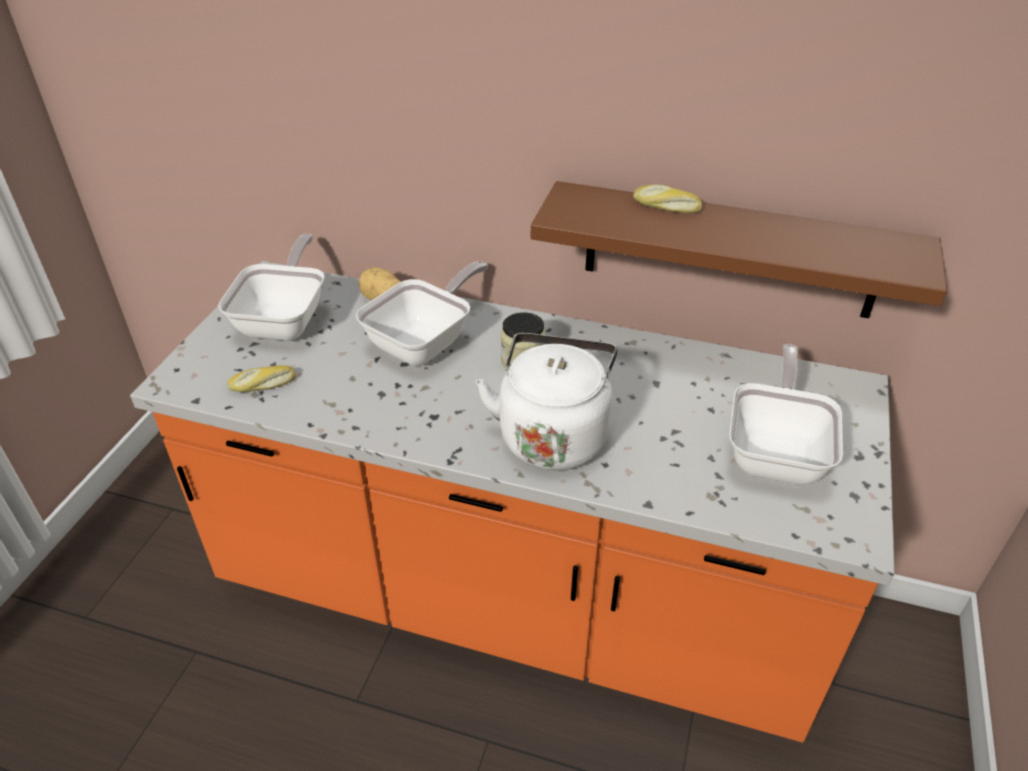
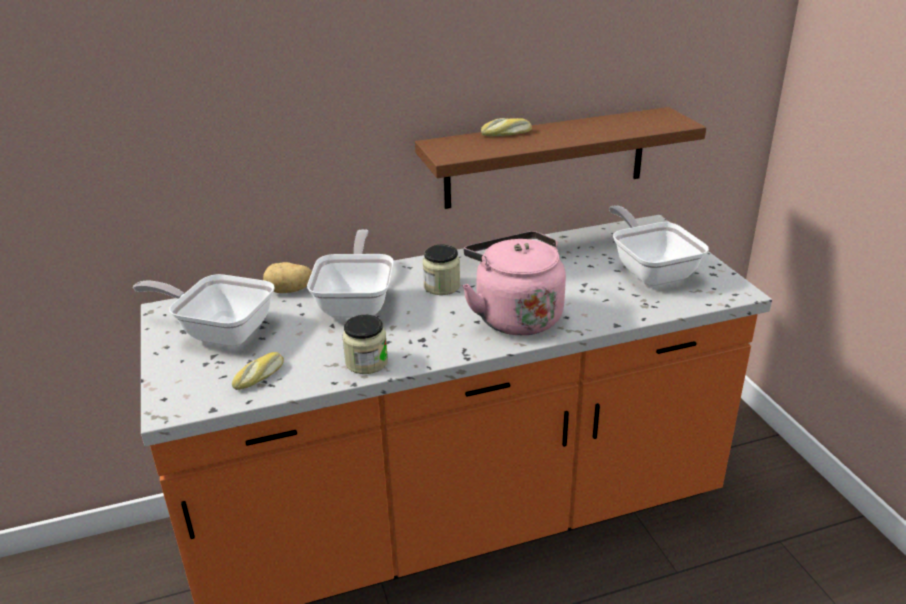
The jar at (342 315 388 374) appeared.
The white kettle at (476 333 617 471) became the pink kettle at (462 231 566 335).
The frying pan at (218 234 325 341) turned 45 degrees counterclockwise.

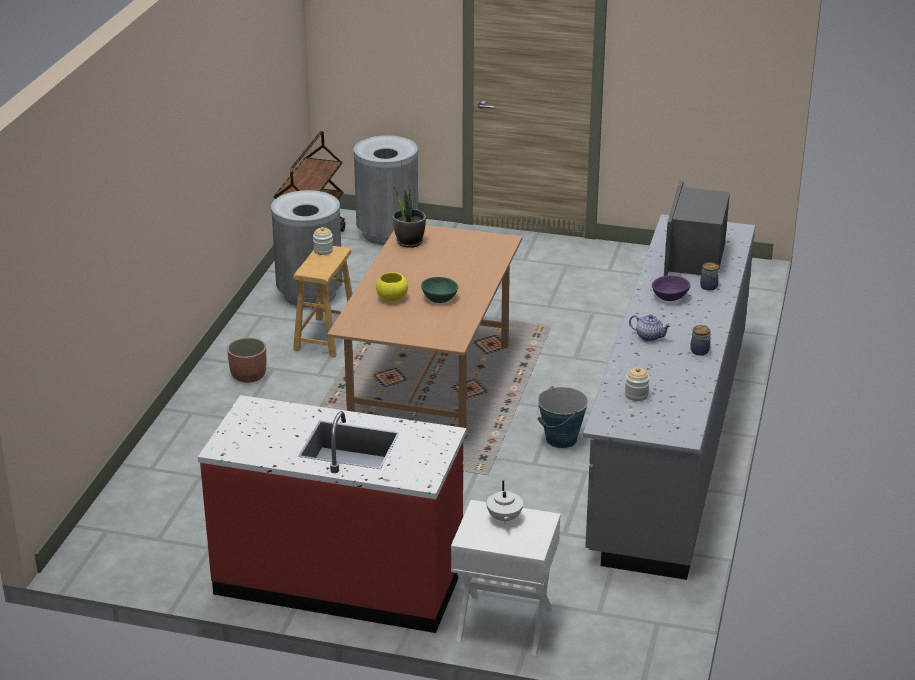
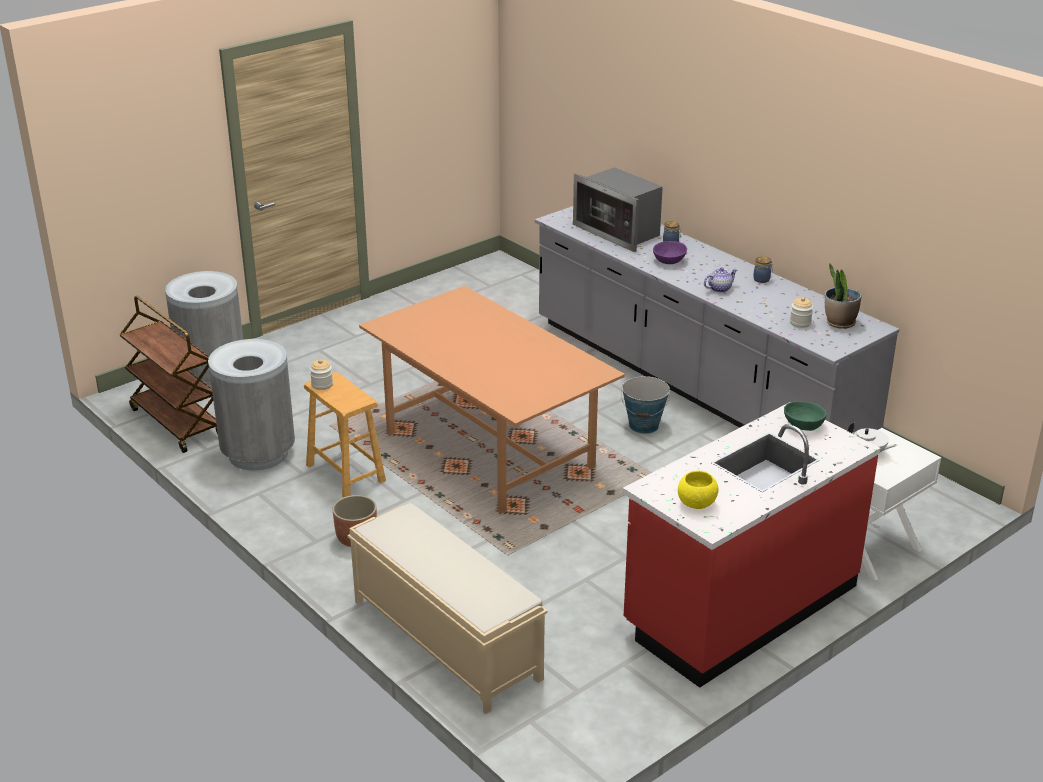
The beige bench at (347 503 547 714) appeared.
The yellow bowl moved from (376 272 408 302) to (678 470 718 509).
The potted plant moved from (393 183 426 248) to (825 263 861 329).
The green bowl moved from (421 277 458 303) to (784 401 827 431).

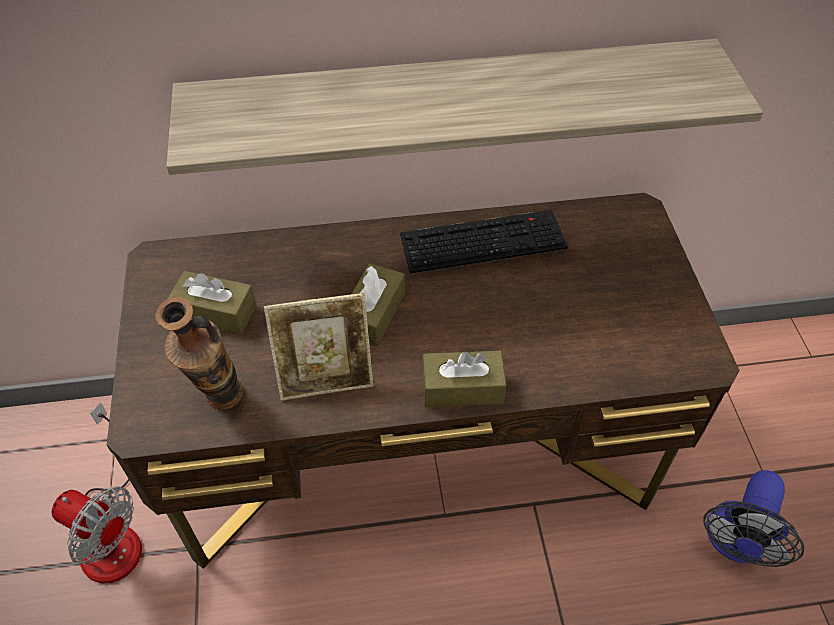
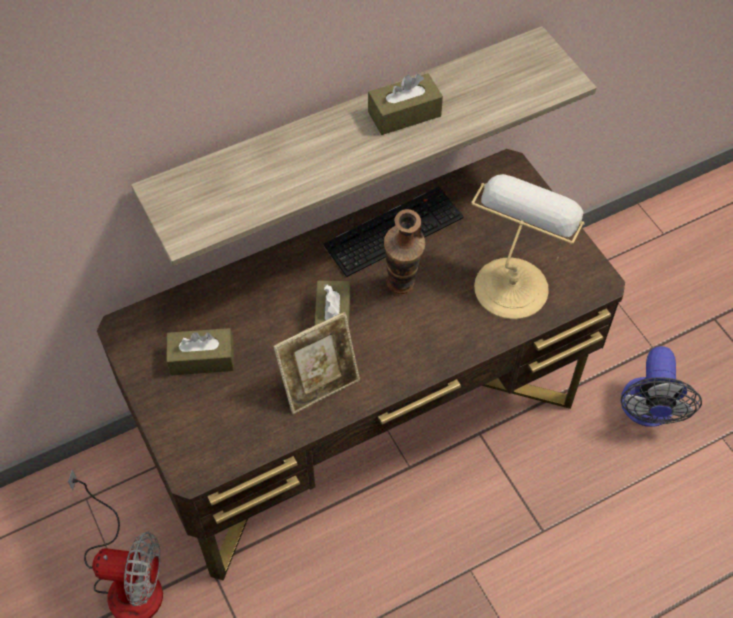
The table lamp at (471 174 585 319) appeared.
The vase moved from (155 297 243 410) to (384 209 425 294).
The brown tissue box moved from (422 351 506 407) to (368 73 443 135).

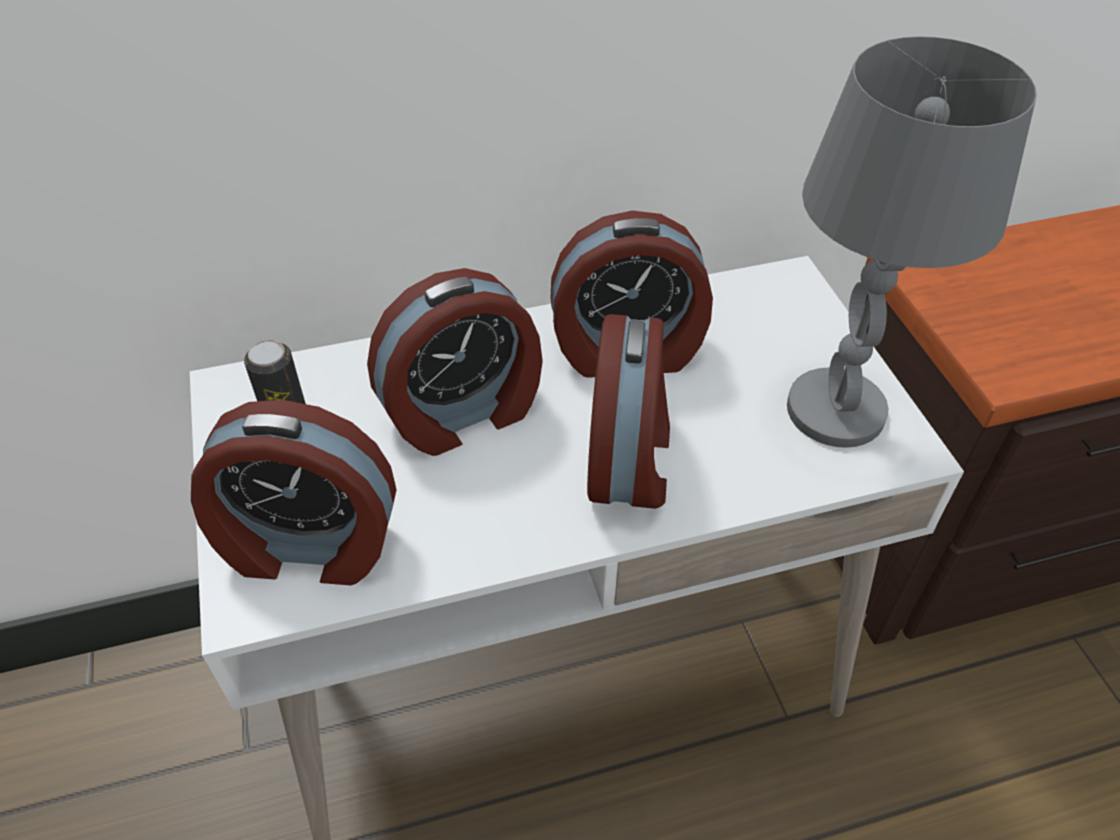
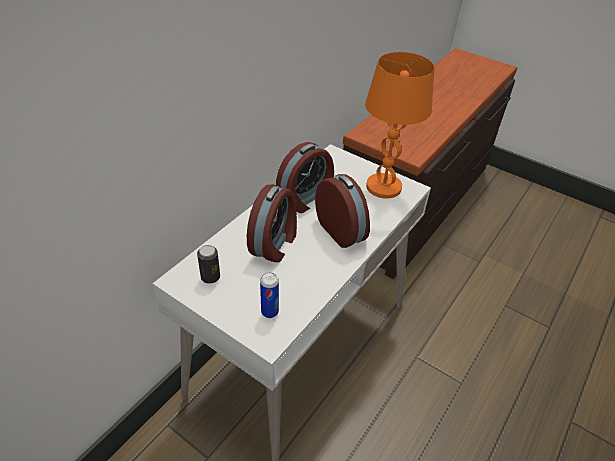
The alarm clock at (191 400 396 585) was replaced by the can at (260 272 279 318).
The grey table lamp at (787 36 1037 448) became the orange table lamp at (365 52 434 199).

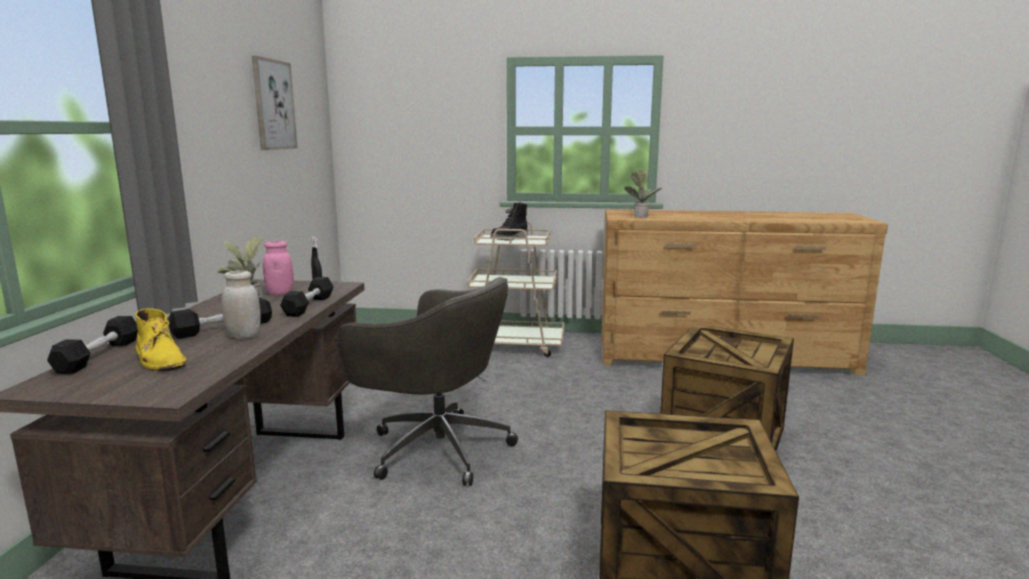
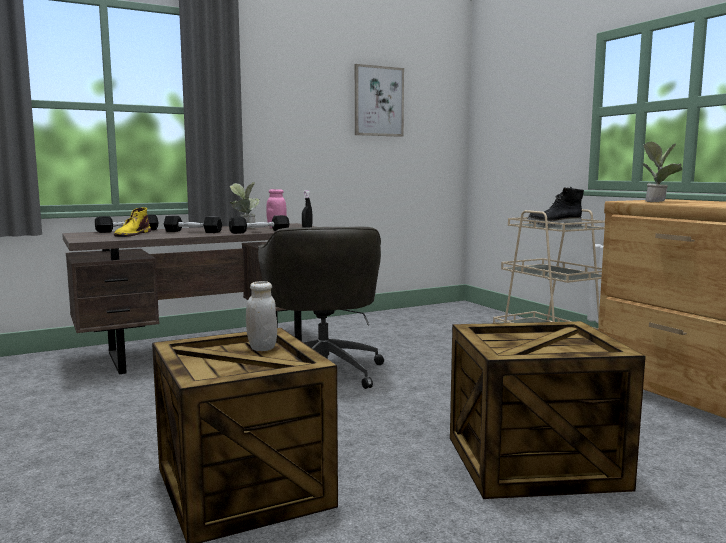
The white jar moved from (222 270 261 339) to (246 281 277 351).

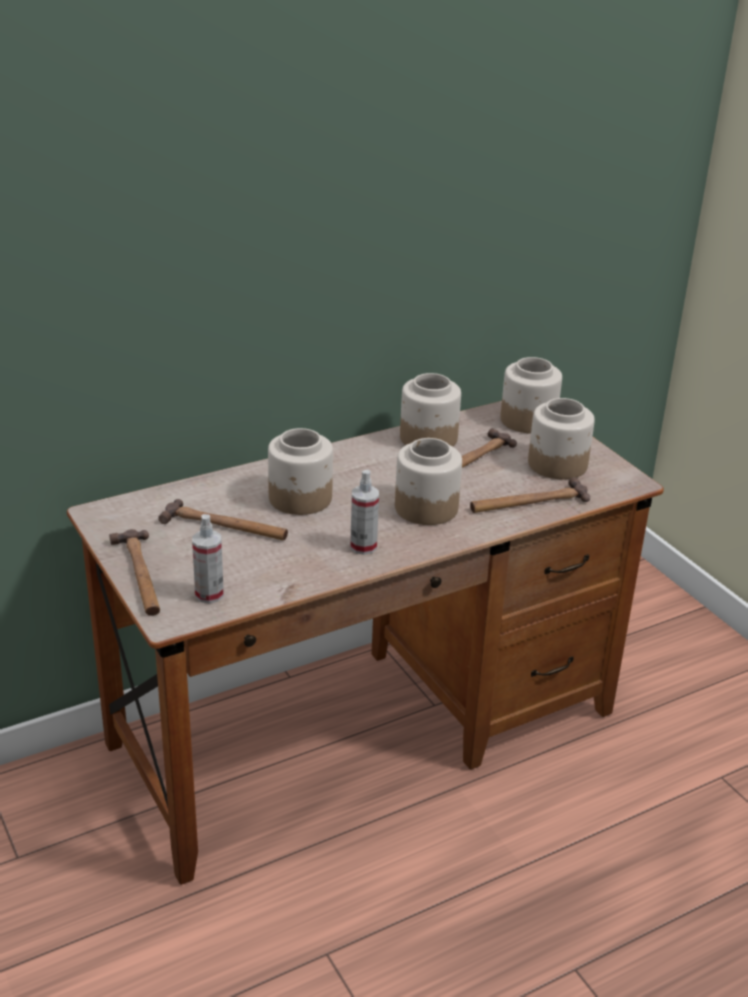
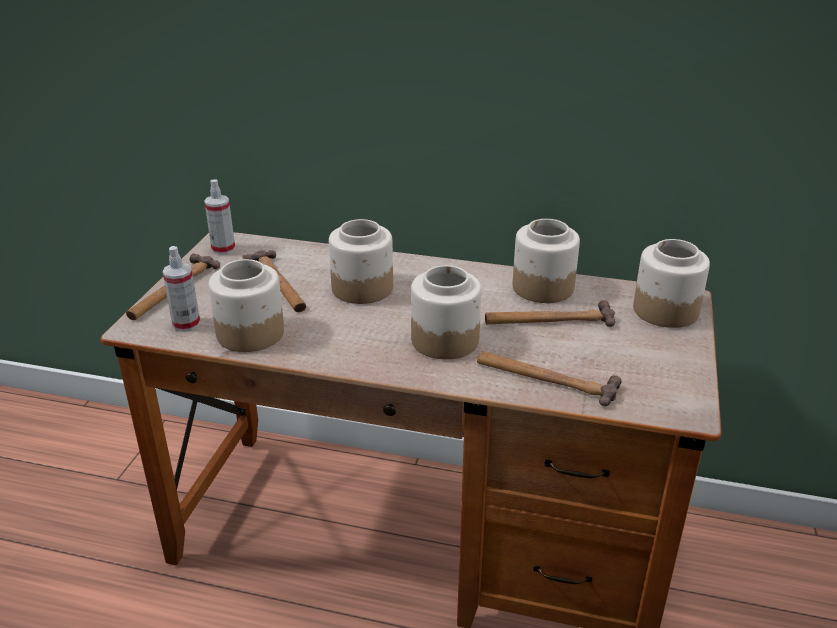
The spray bottle moved from (350 470 379 555) to (204 179 235 255).
The jar moved from (528 398 595 479) to (208 259 284 352).

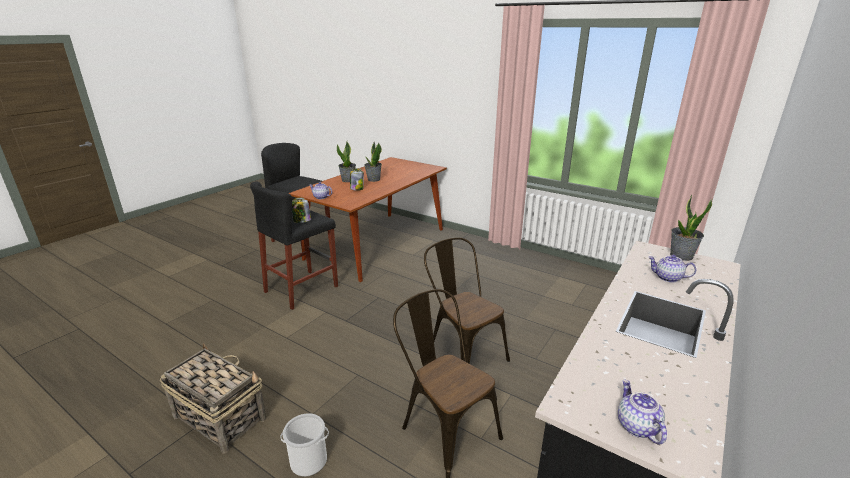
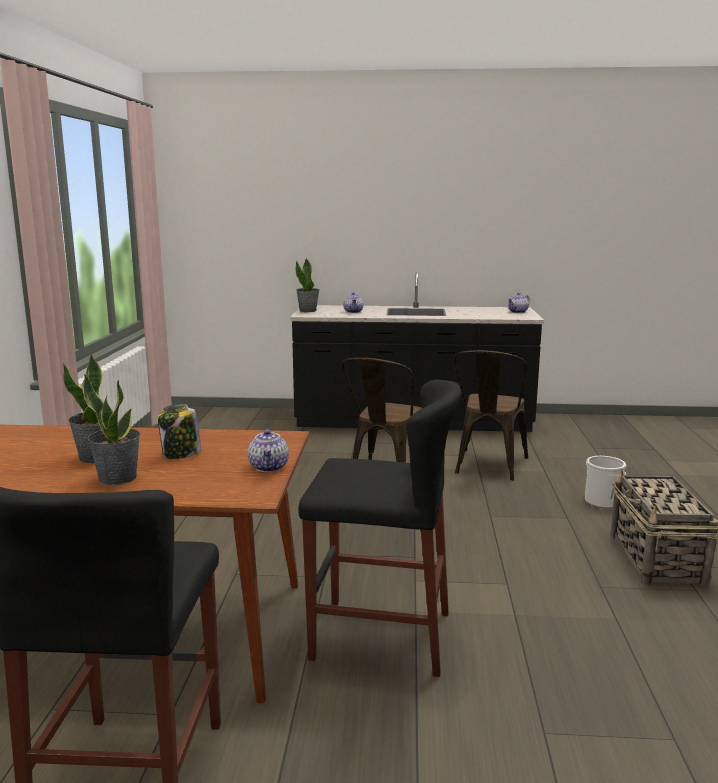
The jar at (292 198 311 223) disappeared.

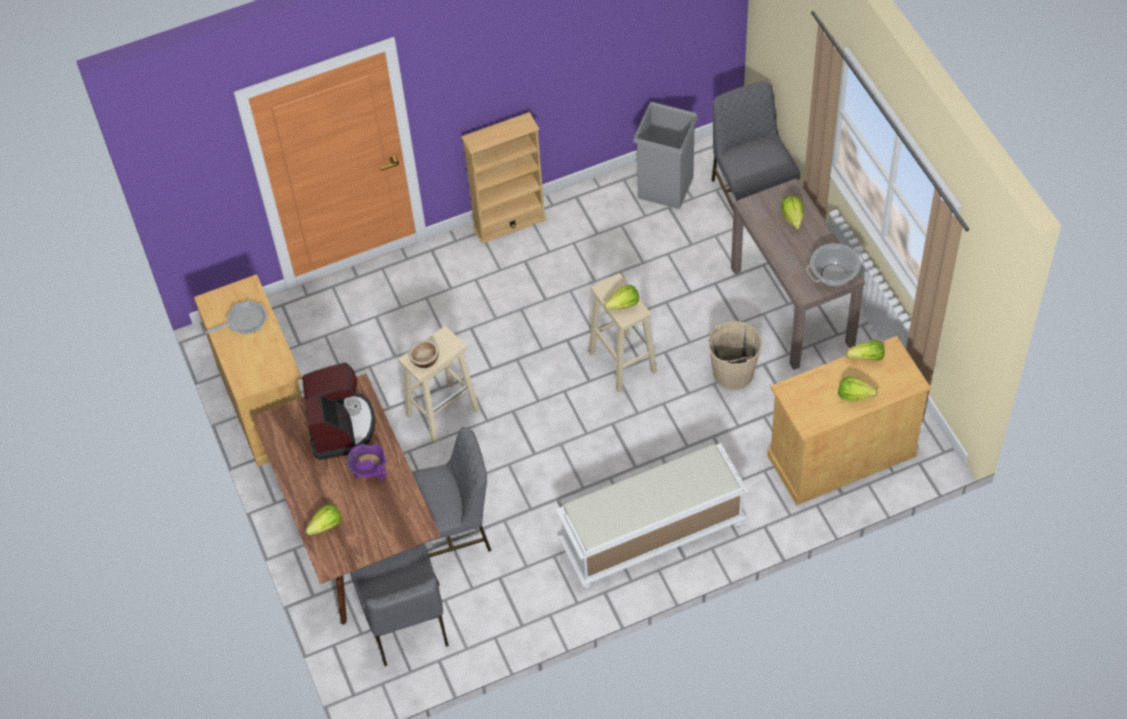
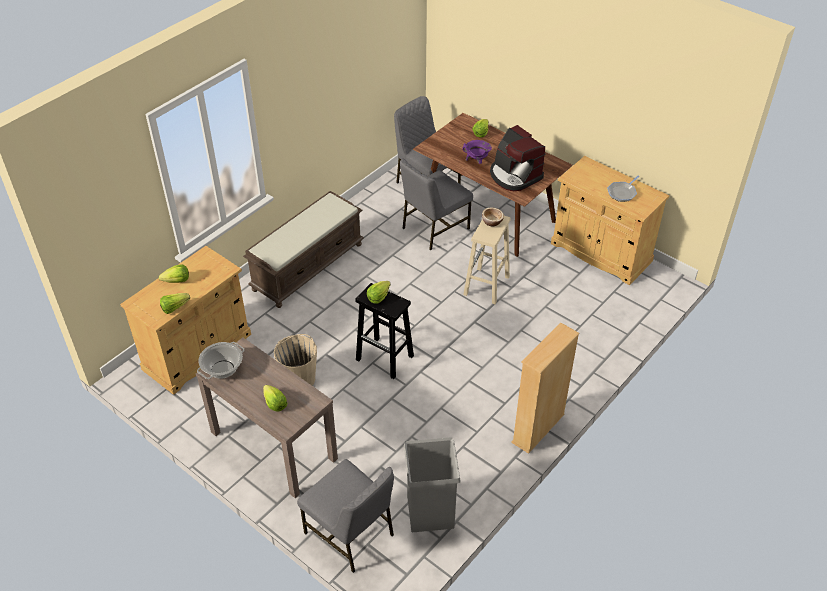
The white bench at (555 443 748 588) became the brown bench at (243 191 364 308).
The beige stool at (588 273 657 393) became the black stool at (355 283 414 379).

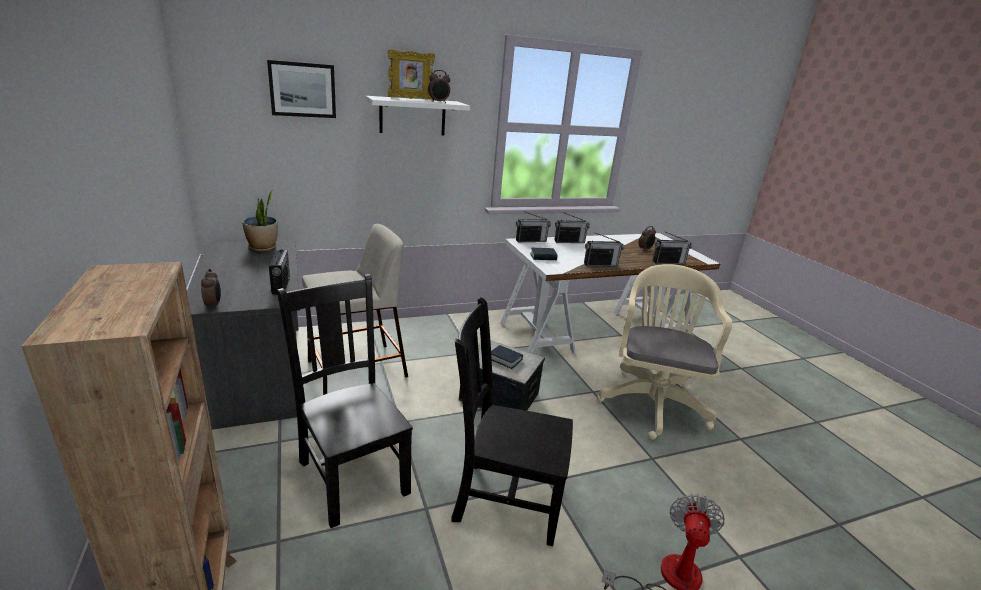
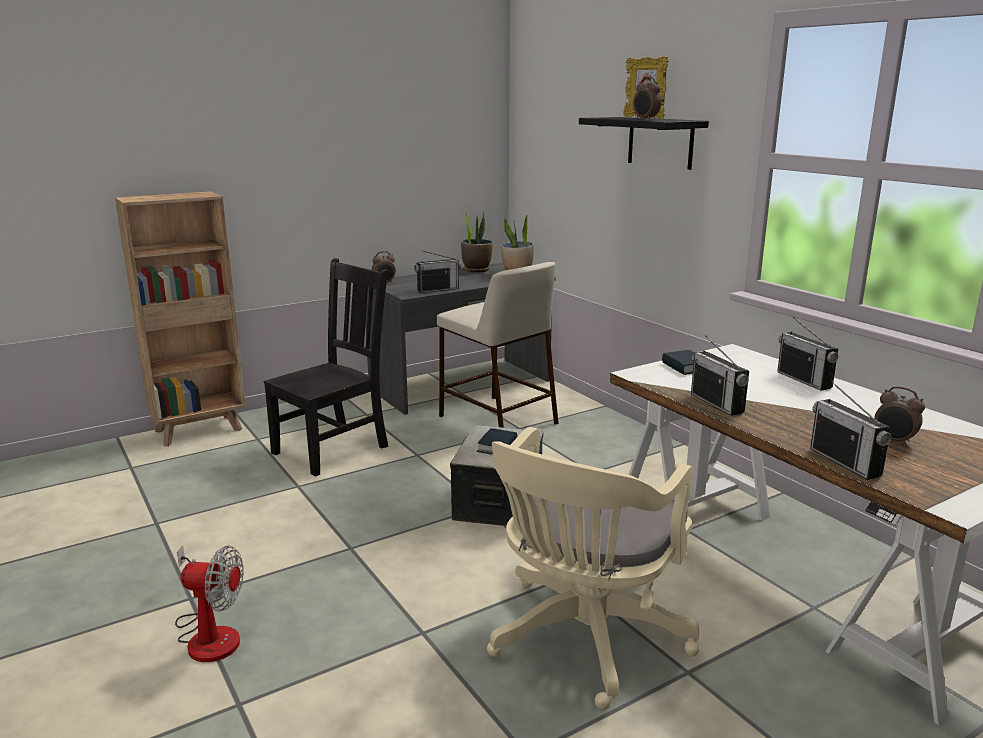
The picture at (267 60 336 118) disappeared.
The black chair at (451 297 573 546) disappeared.
The radio at (516 211 551 242) disappeared.
The potted plant at (461 209 493 272) appeared.
The white shelf at (366 96 470 135) became the black shelf at (579 117 709 170).
The beige office chair at (597 264 732 440) turned 120 degrees clockwise.

